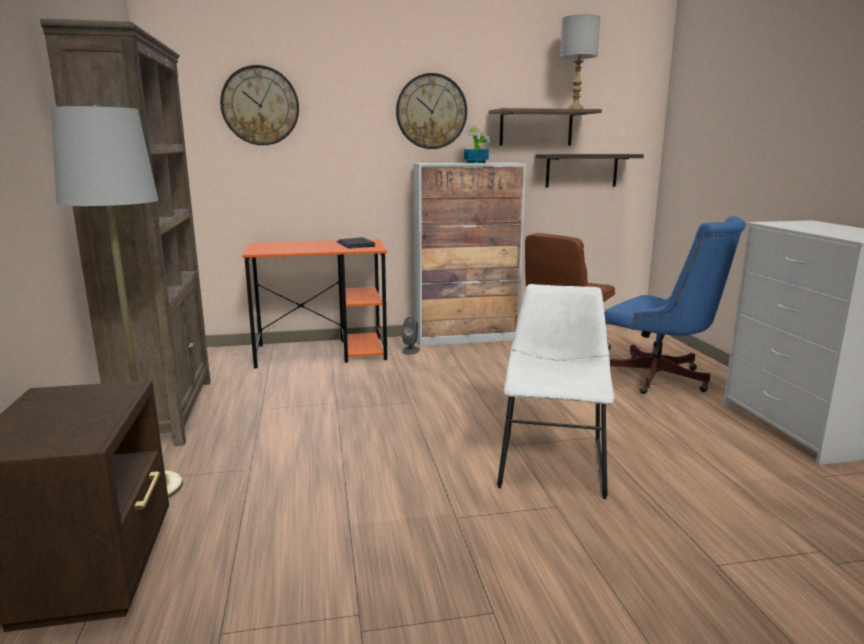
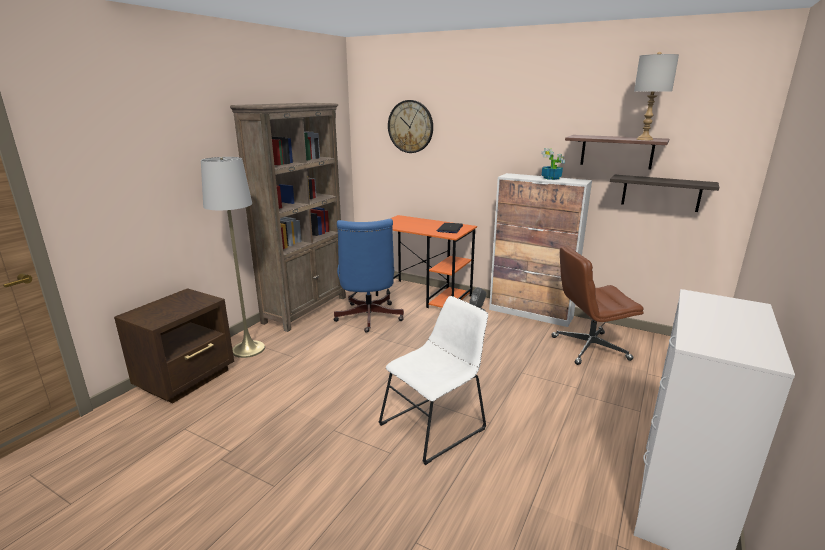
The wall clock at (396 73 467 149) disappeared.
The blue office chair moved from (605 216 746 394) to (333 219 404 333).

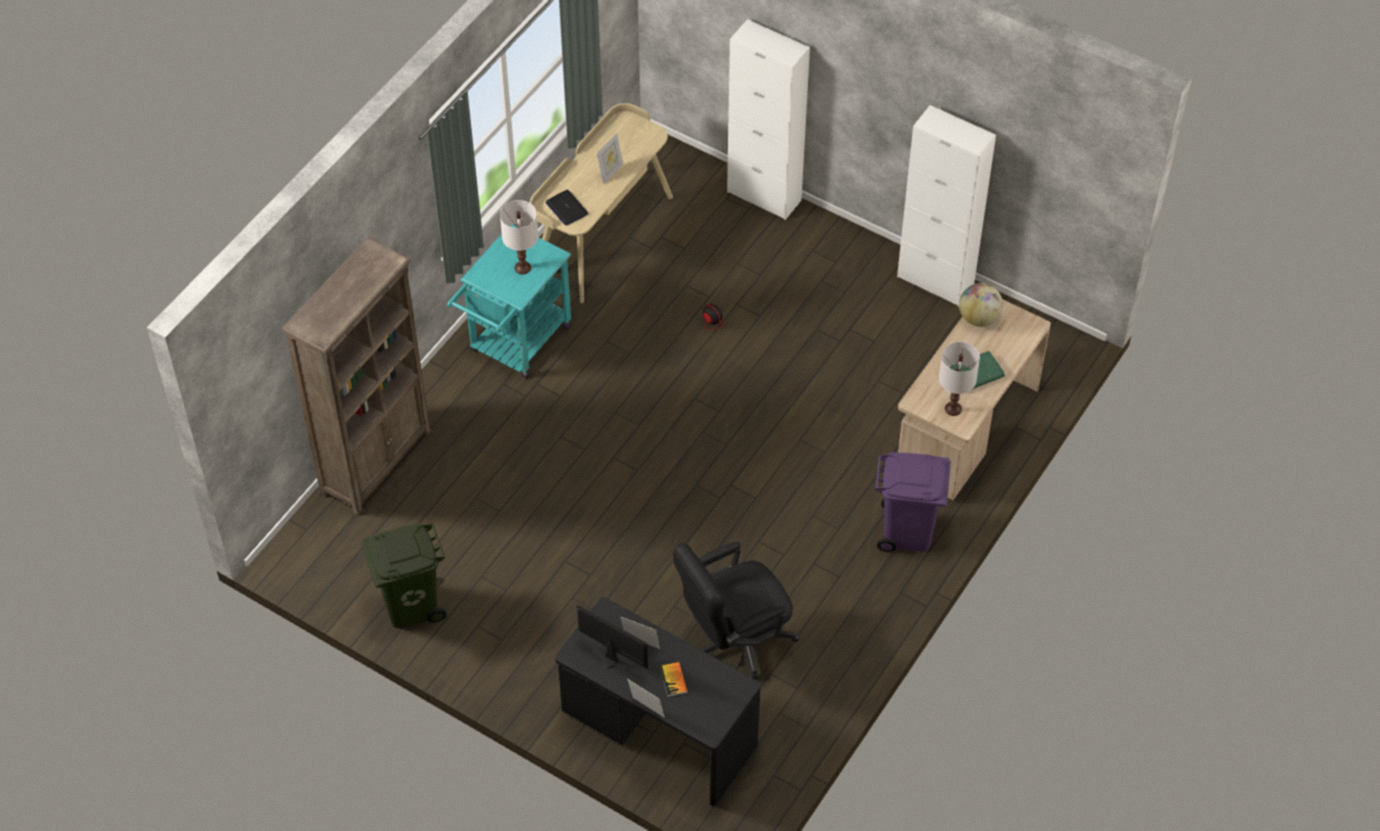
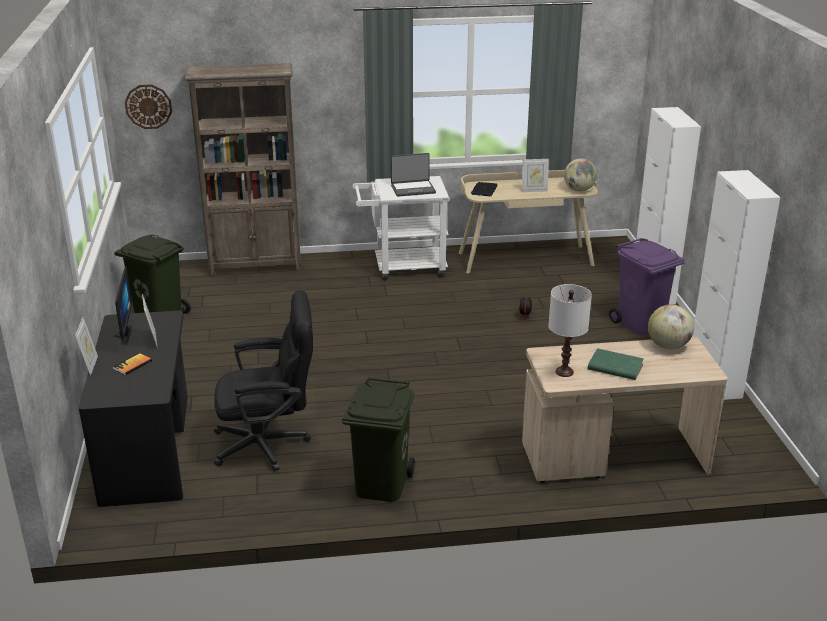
The wall clock at (125 85 172 129) appeared.
The green trash can at (342 377 415 502) appeared.
The globe at (564 158 597 192) appeared.
The purple trash can moved from (875 452 951 552) to (609 238 685 335).
The white table lamp at (500 200 538 274) was replaced by the laptop at (391 153 436 197).
The turquoise cart at (447 225 571 378) became the white cart at (353 176 450 281).
The black office chair at (673 542 799 680) turned 150 degrees clockwise.

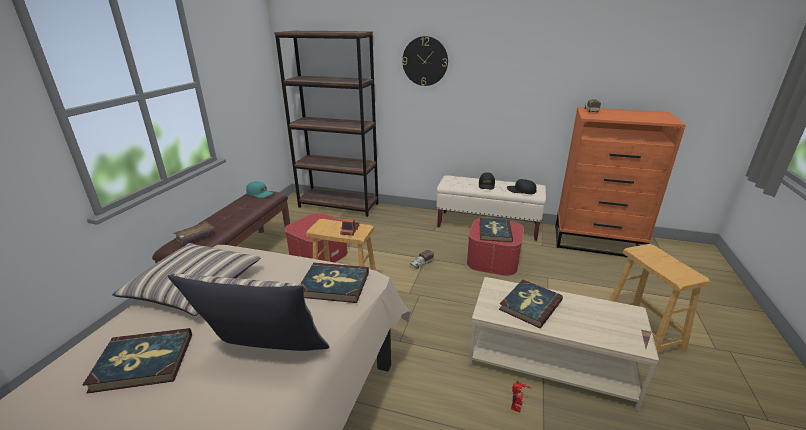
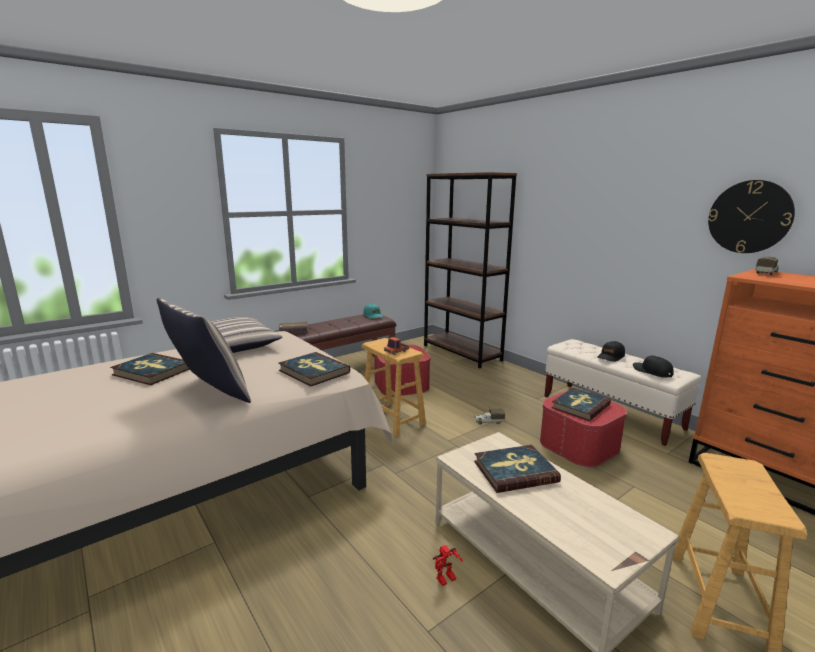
The wall clock moved from (402 36 448 86) to (708 180 795 253).

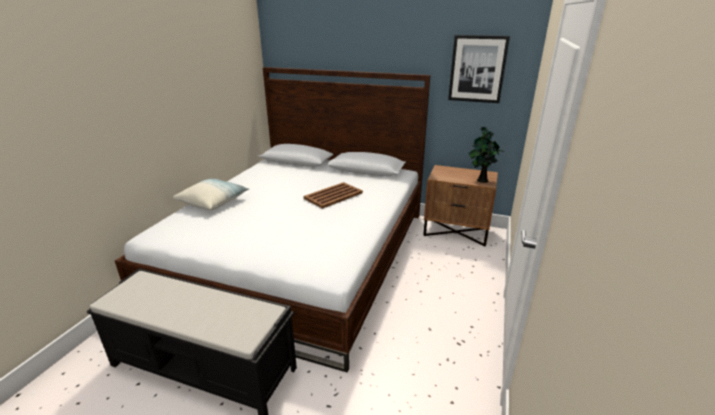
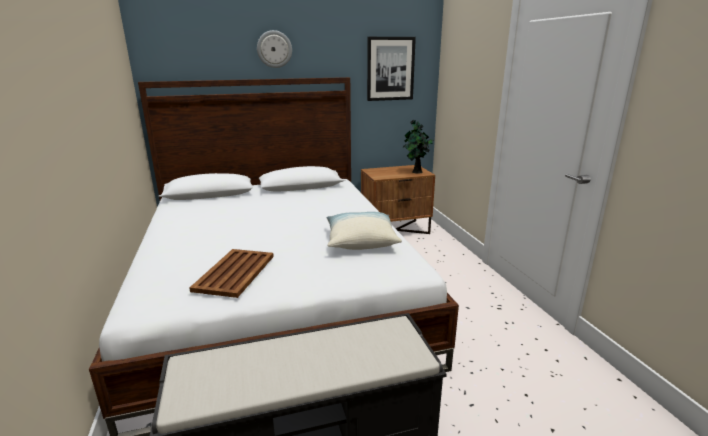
The wall clock at (257 30 292 68) appeared.
The pillow moved from (172 179 249 210) to (326 212 402 250).
The brown tray moved from (304 182 363 209) to (189 249 274 298).

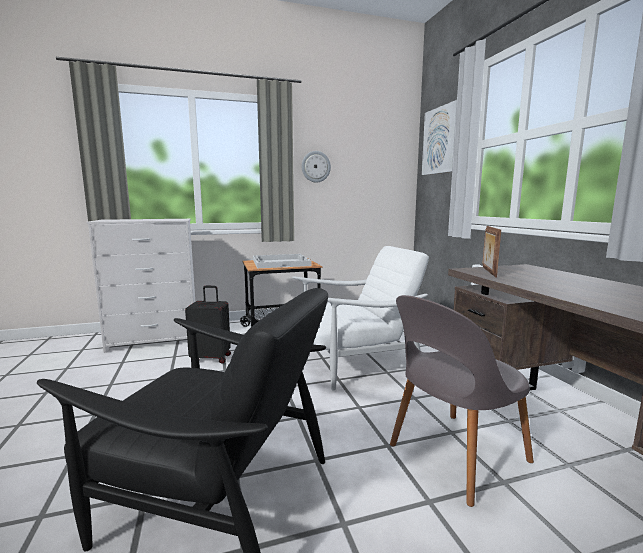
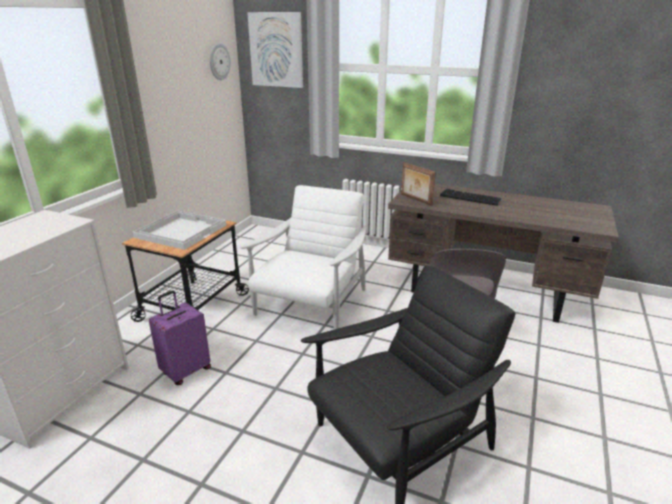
The keyboard at (440 189 501 206) appeared.
The wall clock moved from (301 151 331 182) to (210 43 231 80).
The black suitcase at (185 286 231 364) became the purple suitcase at (149 290 211 385).

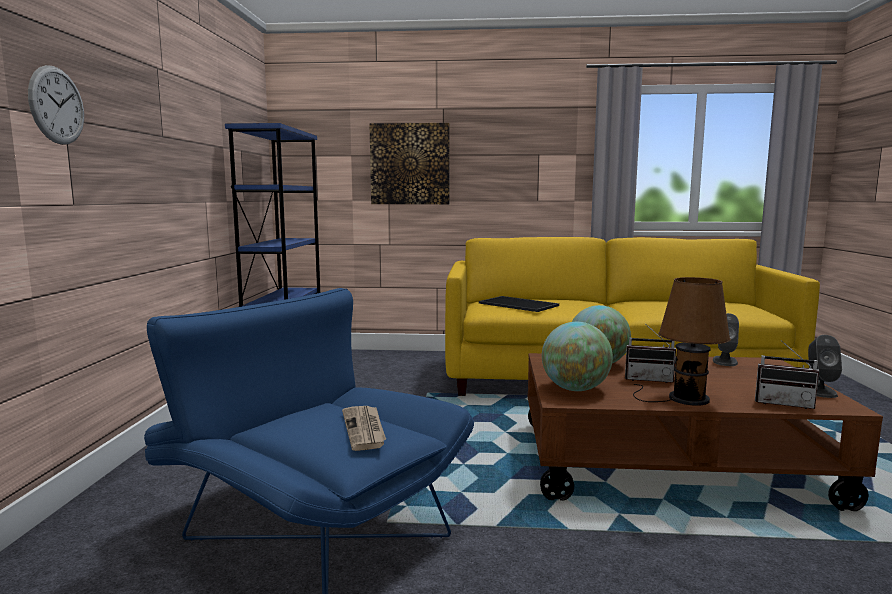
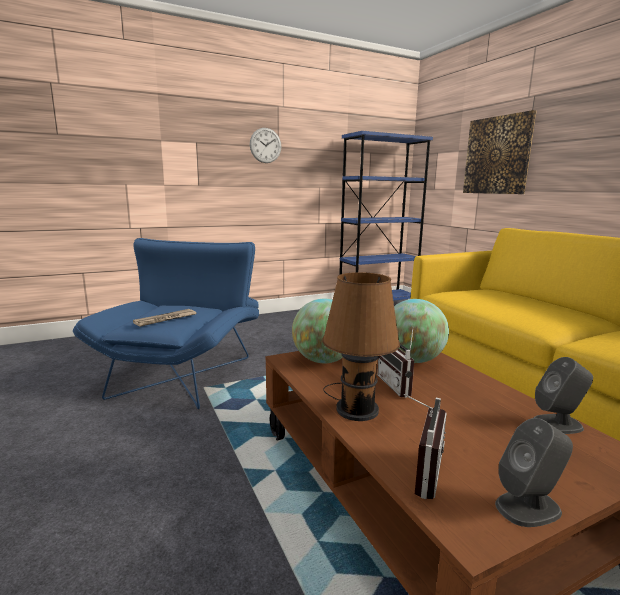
The tray at (479 296 559 312) disappeared.
The wall clock moved from (28 65 84 145) to (250 128 281 163).
The radio at (755 340 820 409) turned 150 degrees counterclockwise.

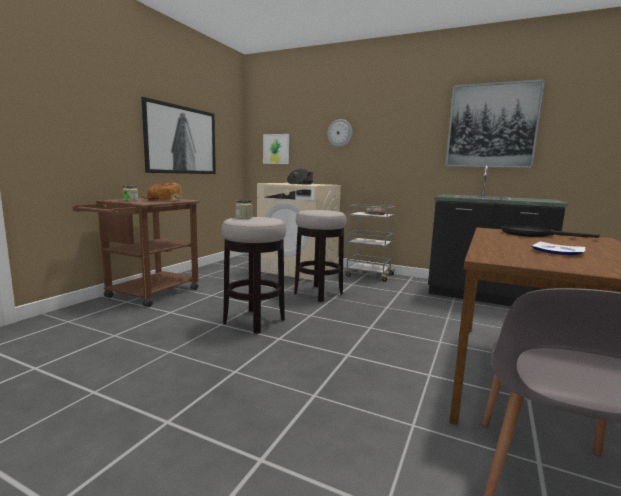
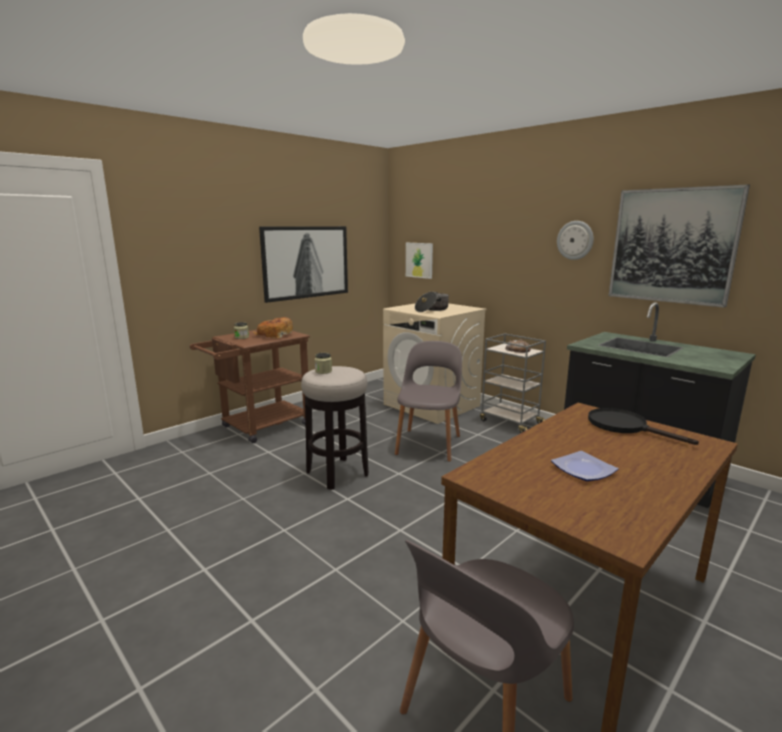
The wall clock moved from (327 119 353 147) to (557 221 594 260).
The stool at (294 210 346 302) was replaced by the grey chair at (395 341 462 462).

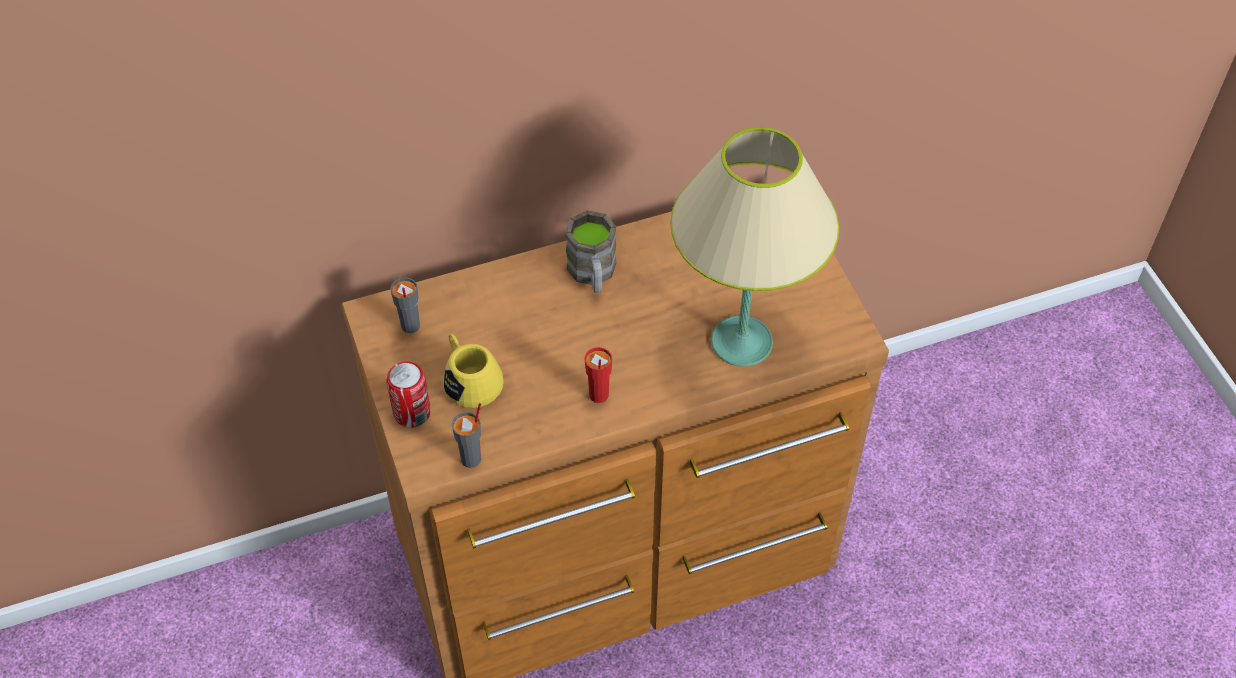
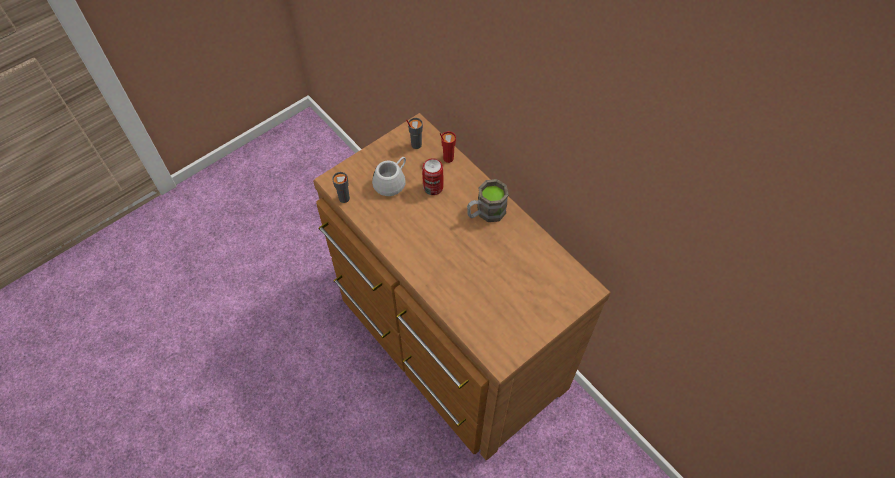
The beige table lamp at (670 127 839 367) disappeared.
The can moved from (386 361 431 428) to (422 158 443 195).
The red cup moved from (584 347 612 403) to (440 131 456 163).
The yellow mug at (443 333 504 408) became the white mug at (372 157 406 196).

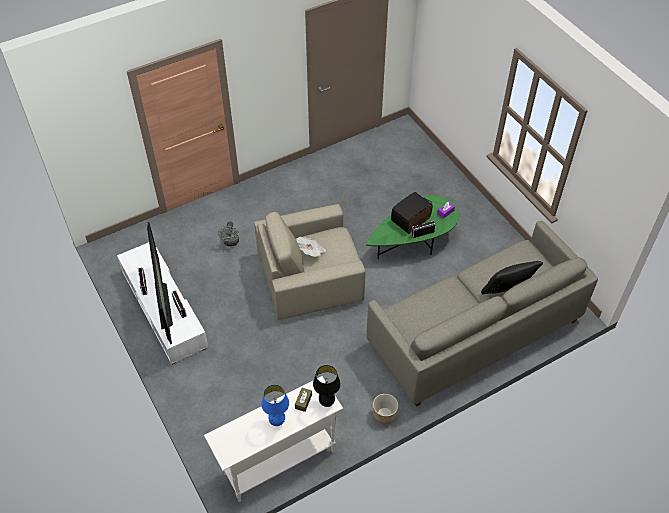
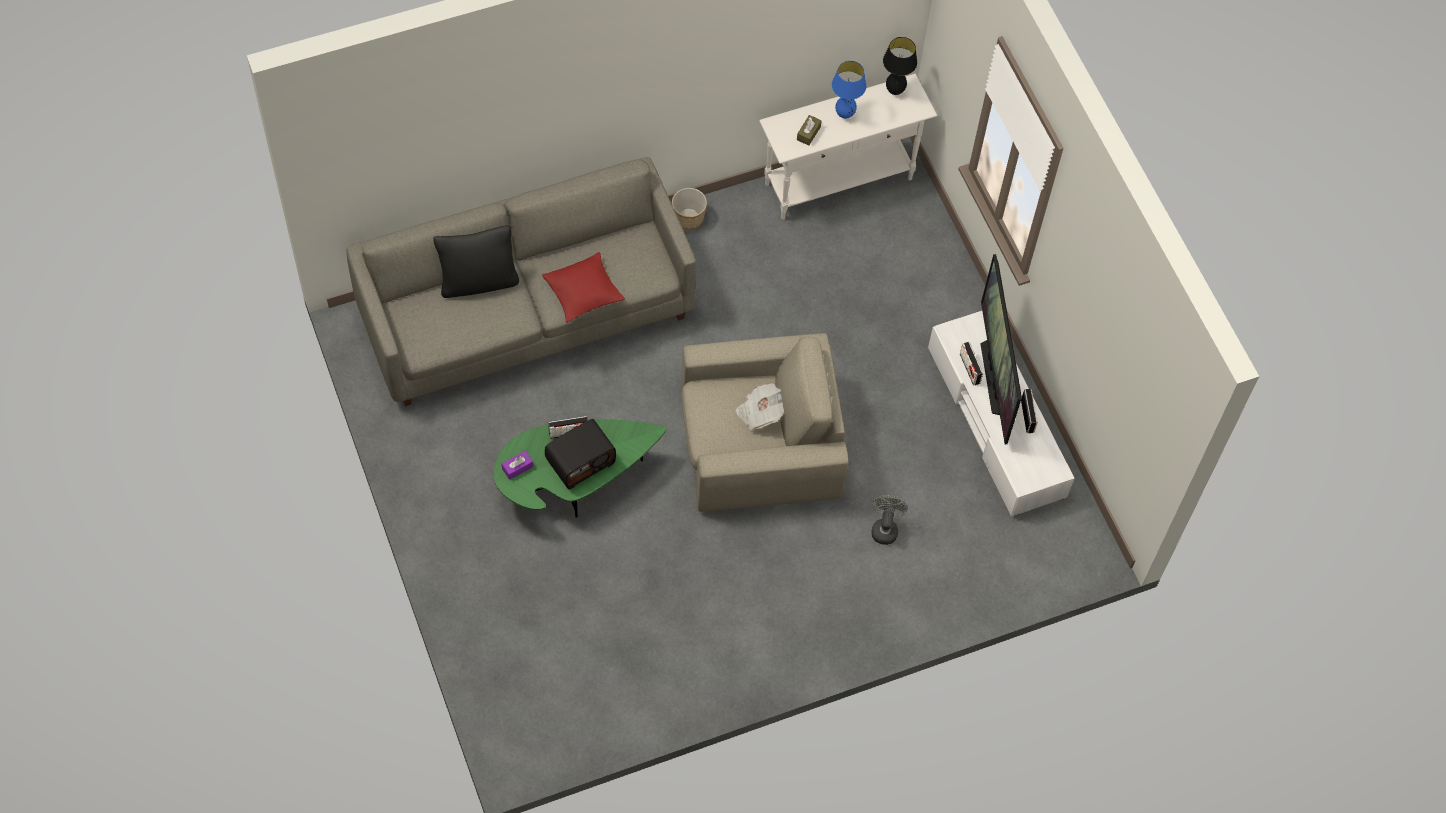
The red pillow at (542 252 625 323) appeared.
The black table lamp moved from (313 365 341 407) to (883 37 917 95).

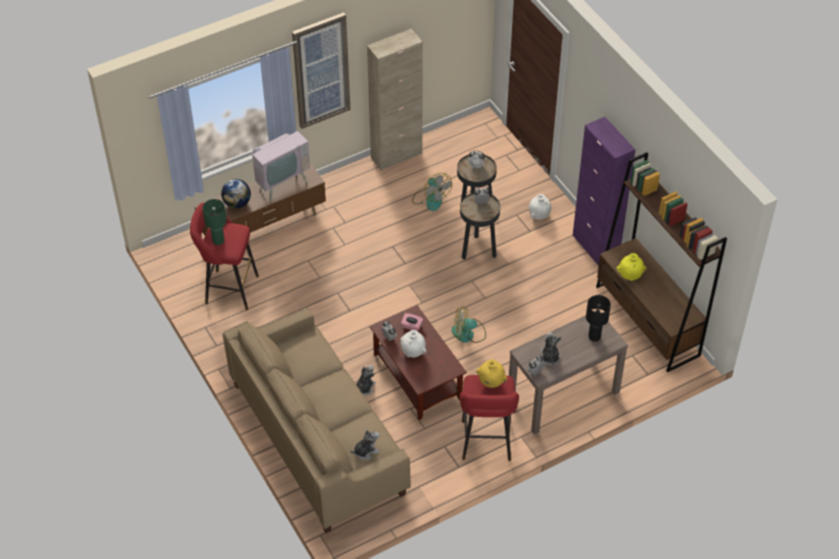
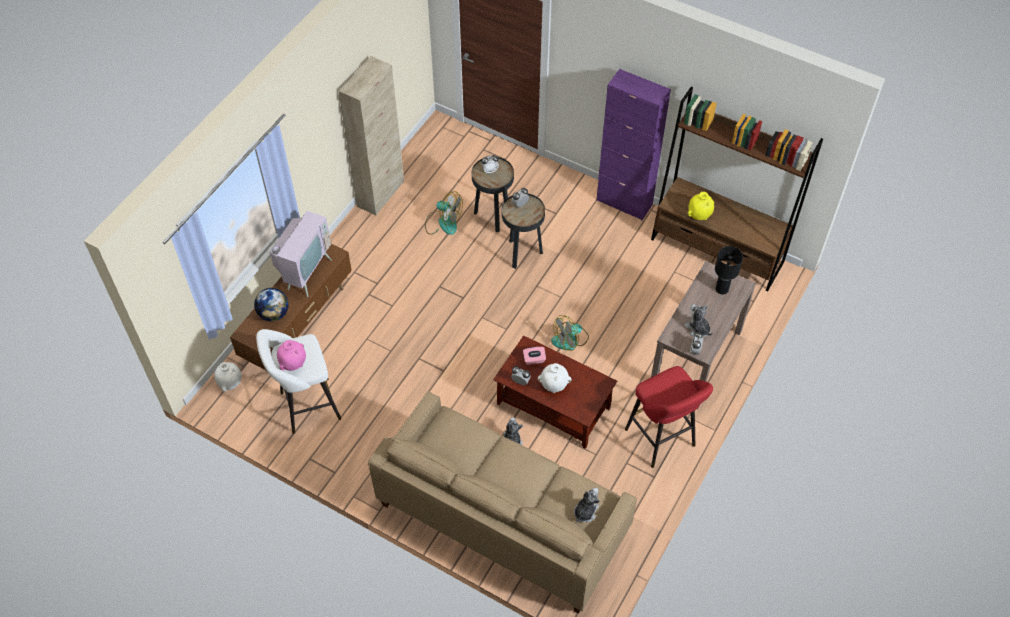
The picture at (292 13 350 129) disappeared.
The yellow vase at (476 359 507 388) disappeared.
The white vase moved from (529 194 551 220) to (214 362 241 391).
The green table lamp at (202 199 227 245) was replaced by the pink vase at (277 340 306 371).
The red stool at (190 202 259 310) became the white stool at (256 329 341 434).

